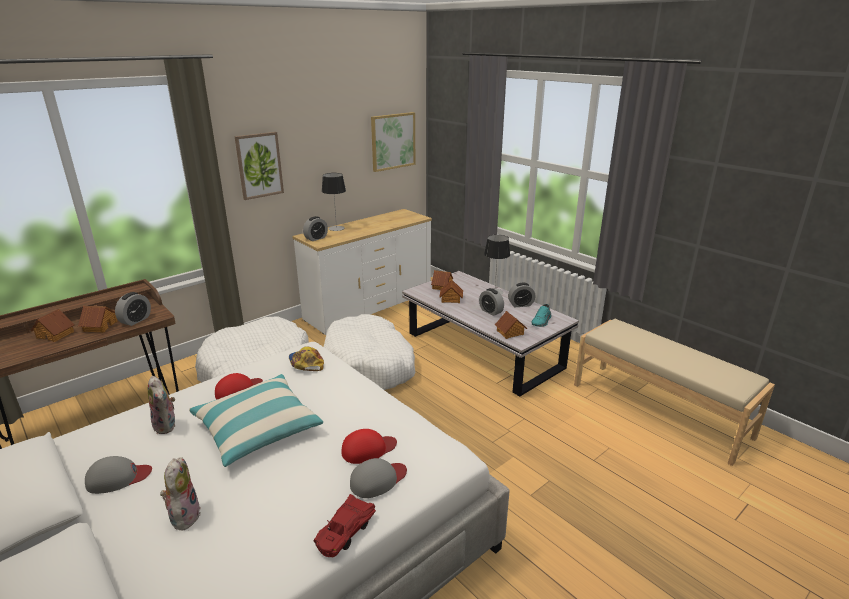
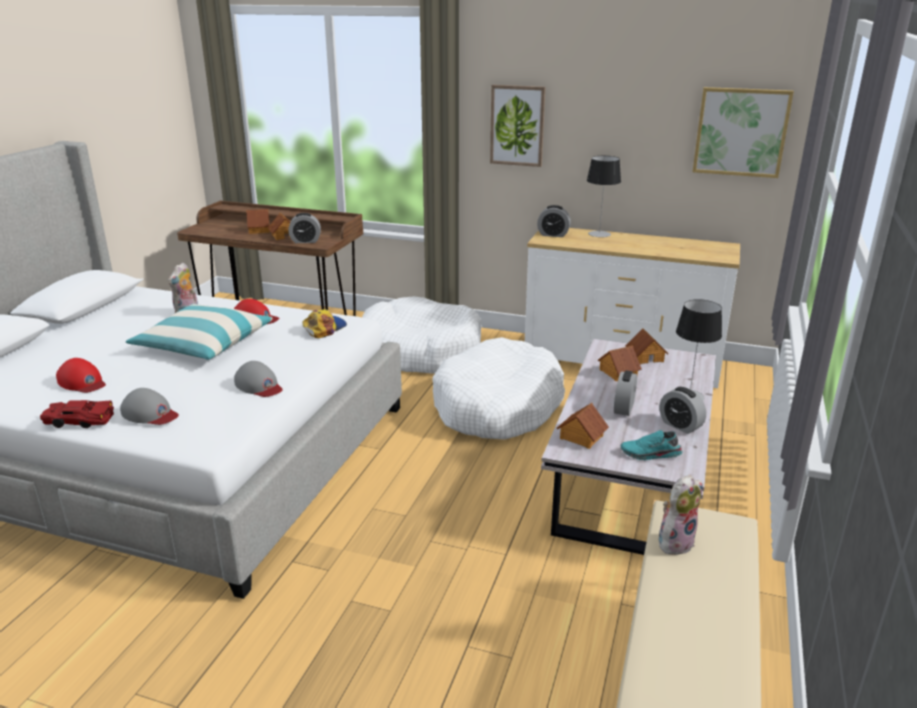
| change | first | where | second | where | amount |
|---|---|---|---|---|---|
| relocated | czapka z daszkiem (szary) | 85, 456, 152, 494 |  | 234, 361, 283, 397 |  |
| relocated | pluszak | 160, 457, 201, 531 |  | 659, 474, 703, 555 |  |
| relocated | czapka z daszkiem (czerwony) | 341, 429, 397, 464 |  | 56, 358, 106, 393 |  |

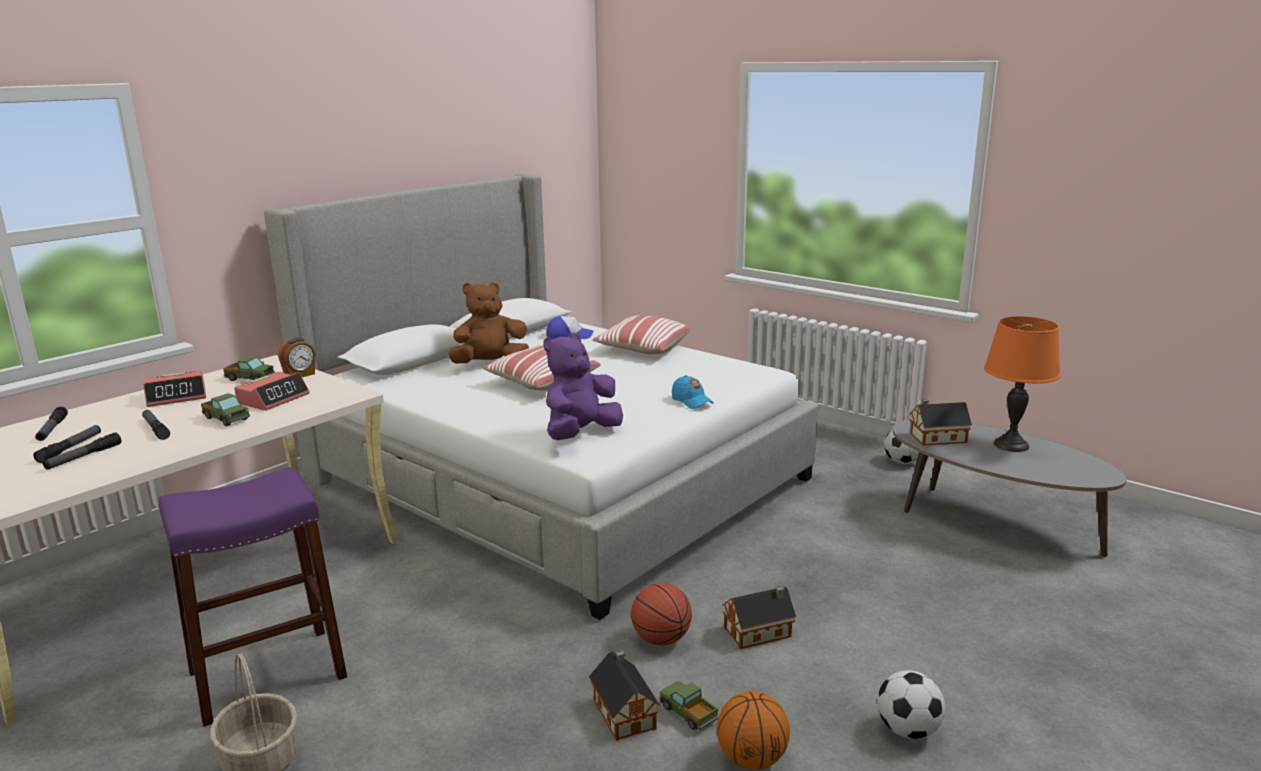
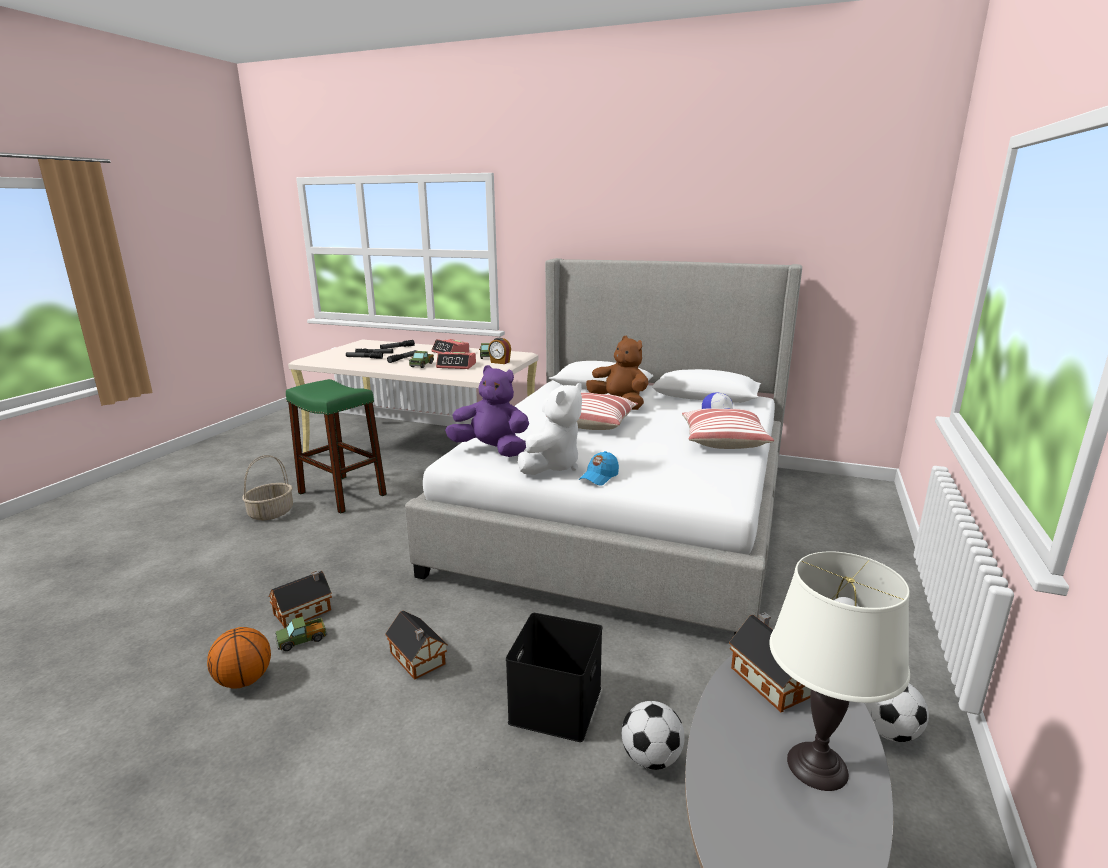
| change | first | where | second | where | amount |
|---|---|---|---|---|---|
| colour | stołek (fioletowy) | 159, 467, 347, 727 | stołek (zielony) | 286, 379, 387, 514 |  |
| missing | piłka do koszykówki | 631, 583, 692, 645 |  |  |  |
| spun | ciężarówka zabawkowa | 659, 681, 719, 731 |  | 275, 616, 328, 651 | 150 degrees counterclockwise |
| relocated | piłka futbolowa | 877, 670, 945, 739 |  | 622, 701, 685, 770 |  |
| colour | lampa stołowa (pomarańczowy) | 984, 316, 1061, 452 | lampa stołowa (biały) | 769, 551, 910, 791 |  |
| appeared |  |  | pojemnik do przechowywania (czarny) | 506, 613, 602, 742 |  |
| appeared |  |  | pluszak (biały) | 517, 383, 582, 475 |  |

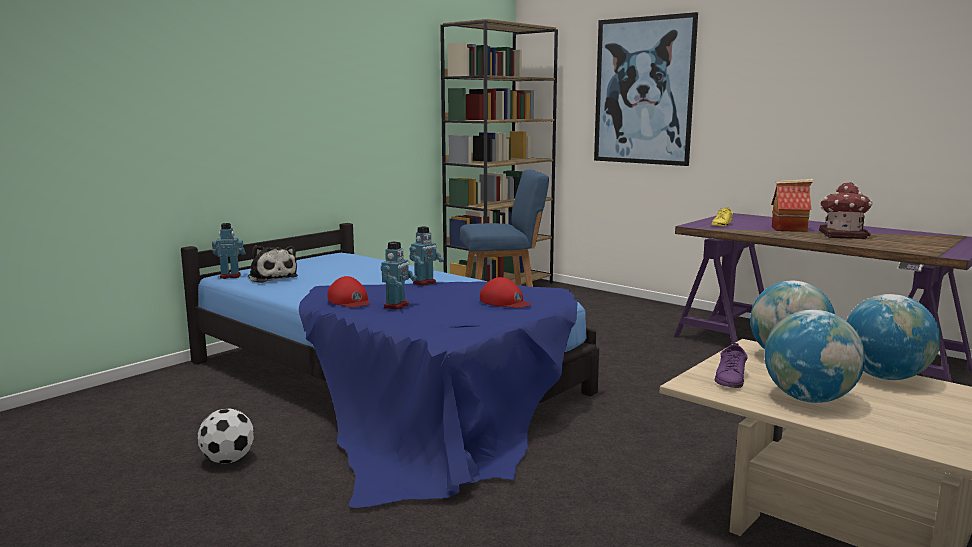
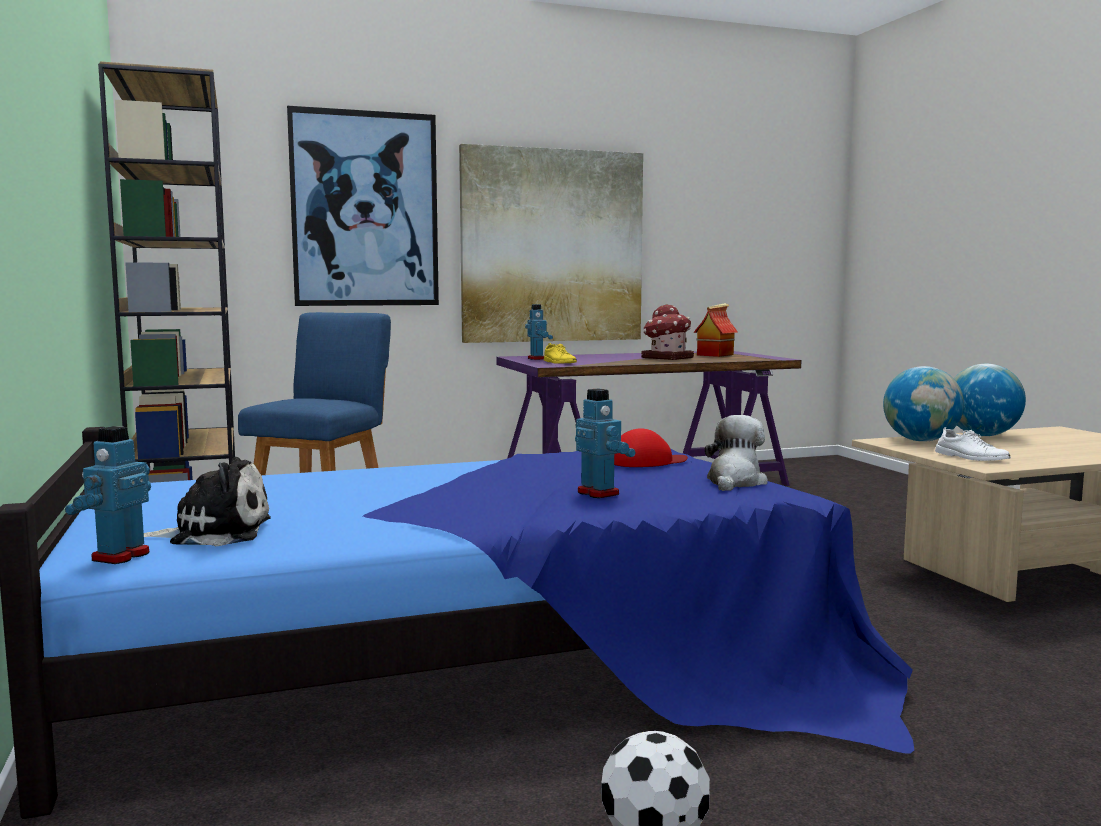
| change | first | where | second | where | amount |
|---|---|---|---|---|---|
| missing | czapka z daszkiem (czerwony) | 328, 276, 370, 308 |  |  |  |
| relocated | robot zabawkowy | 409, 226, 444, 286 |  | 525, 304, 553, 360 |  |
| colour | but (fioletowy) | 715, 343, 748, 388 | but (biały) | 935, 427, 1011, 461 |  |
| missing | globus | 764, 310, 865, 403 |  |  |  |
| relocated | domek | 771, 179, 813, 232 |  | 693, 303, 738, 357 |  |
| appeared |  |  | obraz | 459, 144, 643, 343 |  |
| appeared |  |  | pluszak | 705, 415, 768, 491 |  |

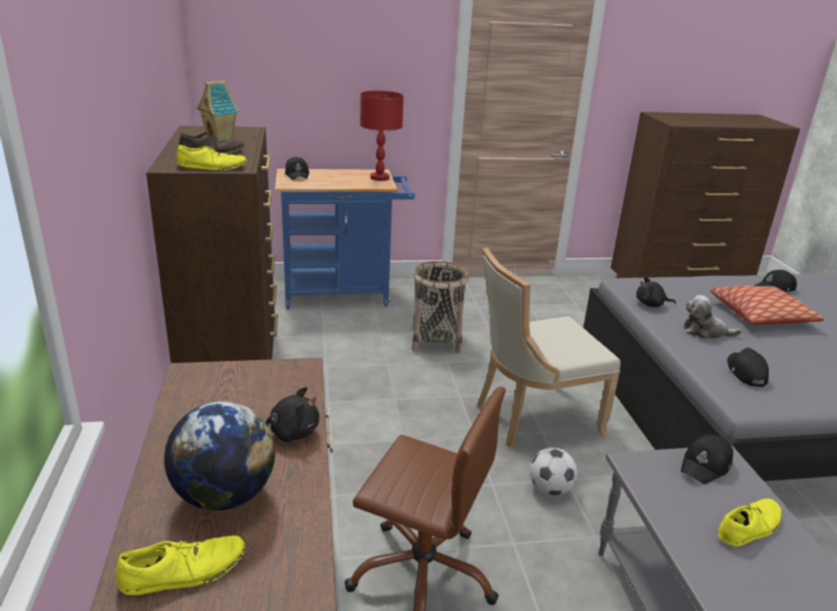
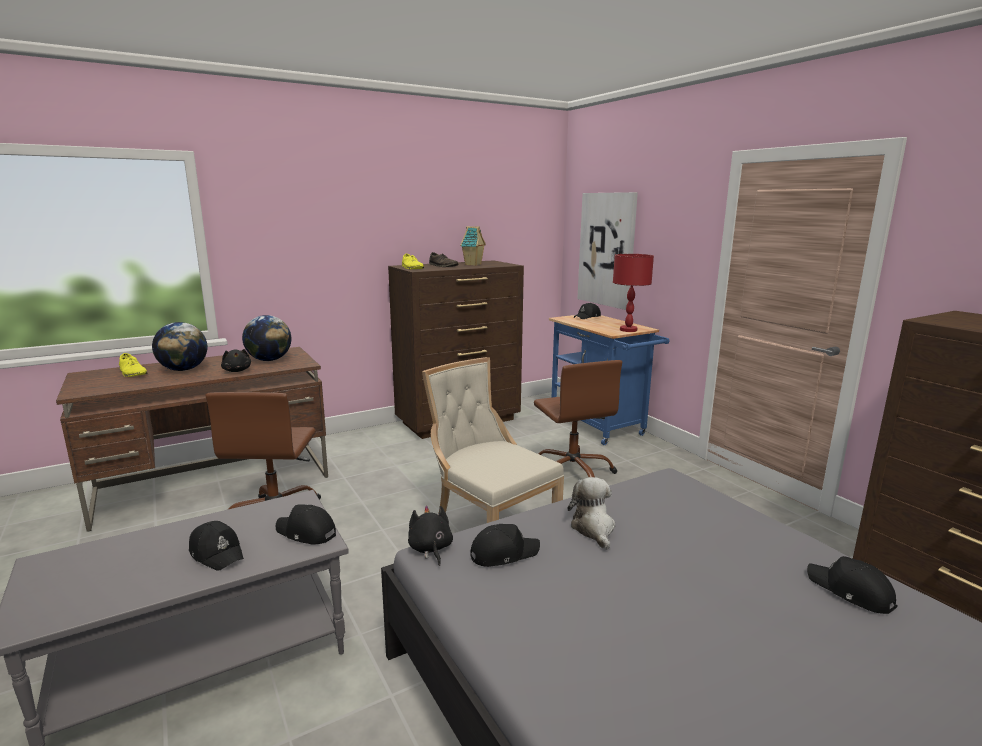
| change | first | where | second | where | amount |
|---|---|---|---|---|---|
| exchanged | koszyk | 412, 261, 469, 354 | krzesło biurowe (brązowy) | 534, 360, 622, 477 |  |
| missing | piłka futbolowa | 530, 447, 577, 496 |  |  |  |
| relocated | pluszak (czarny) | 636, 277, 676, 307 |  | 408, 506, 453, 566 |  |
| missing | poduszka | 710, 286, 824, 325 |  |  |  |
| exchanged | but (żółty) | 717, 499, 782, 546 | czapka z daszkiem (czarny) | 189, 521, 244, 571 |  |
| appeared |  |  | globus | 242, 315, 291, 361 |  |
| appeared |  |  | obraz | 577, 192, 638, 310 |  |

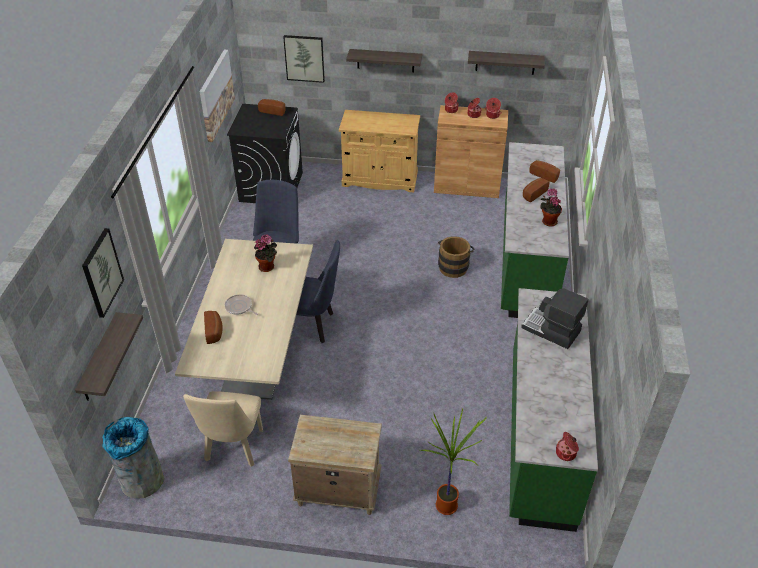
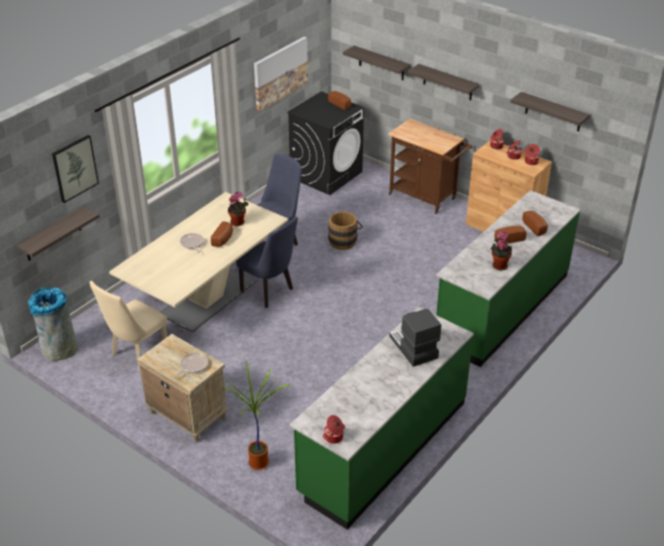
| change | first | where | second | where | amount |
|---|---|---|---|---|---|
| relocated | chleb | 204, 311, 223, 344 |  | 211, 221, 233, 247 |  |
| exchanged | obraz | 283, 35, 325, 83 | półka | 343, 46, 410, 80 |  |
| exchanged | szafka (beżowy) | 339, 110, 420, 192 | wózek (brązowy) | 388, 119, 472, 214 |  |
| relocated | wiadro (brązowy) | 438, 236, 475, 278 |  | 328, 211, 363, 250 |  |
| appeared |  |  | patelnia | 173, 353, 208, 377 |  |

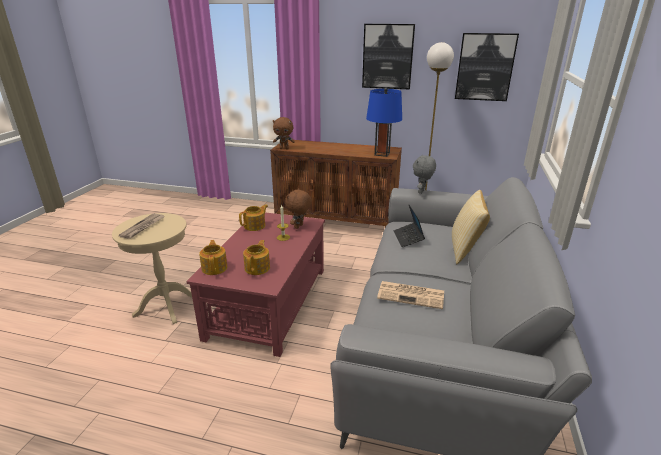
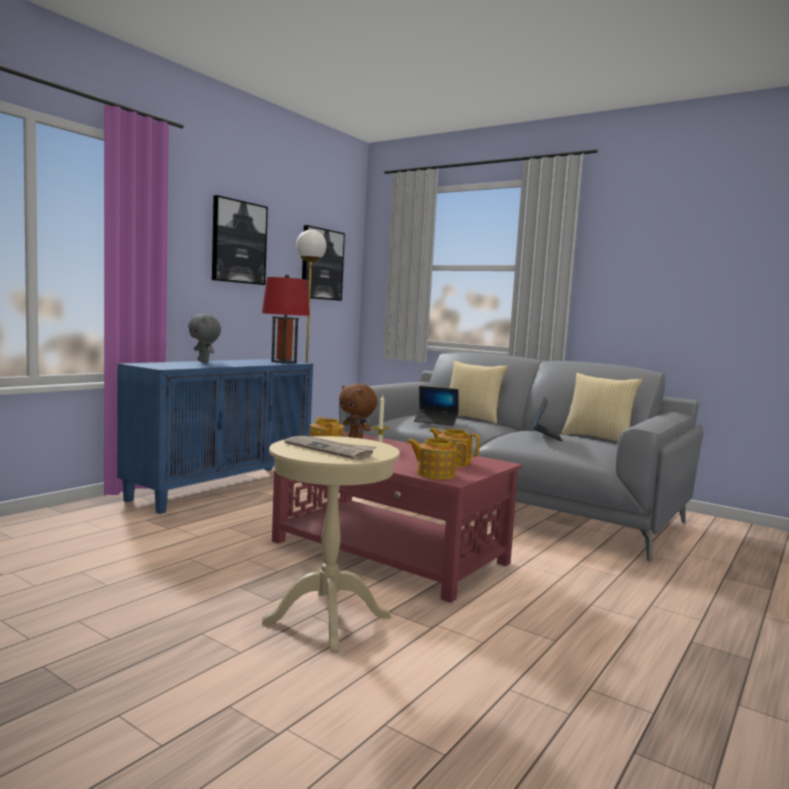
| change | first | where | second | where | amount |
|---|---|---|---|---|---|
| colour | szafka (brązowy) | 270, 139, 402, 227 | szafka (niebieski) | 117, 359, 313, 514 |  |
| missing | pluszak (brązowy) | 273, 117, 295, 149 |  |  |  |
| colour | lampa stołowa (niebieski) | 366, 88, 402, 157 | lampa stołowa (czerwony) | 262, 274, 310, 363 |  |
| exchanged | gazeta | 377, 281, 444, 309 | laptop | 532, 397, 562, 441 |  |
| relocated | pluszak (szary) | 413, 155, 436, 194 |  | 188, 314, 221, 362 |  |
| appeared |  |  | poduszka | 562, 373, 643, 442 |  |

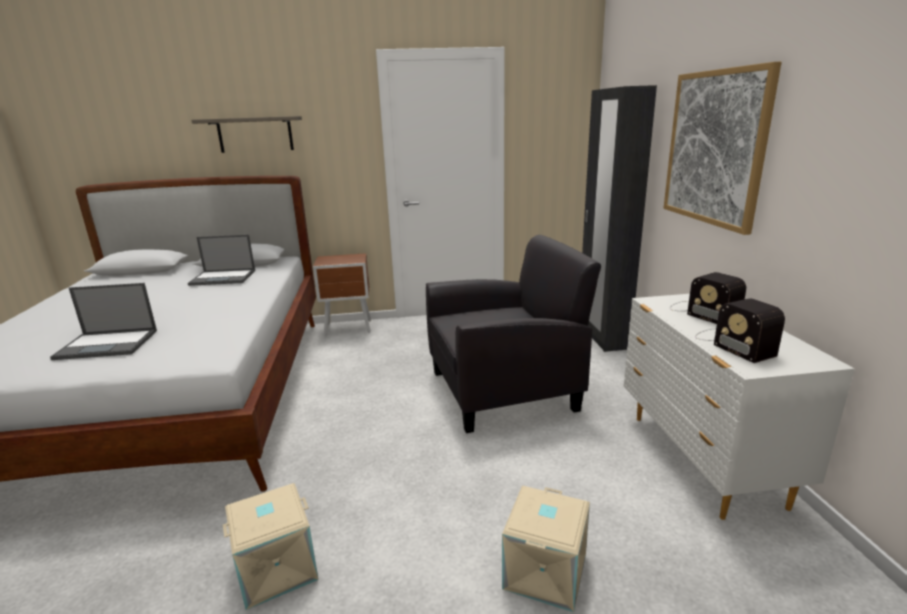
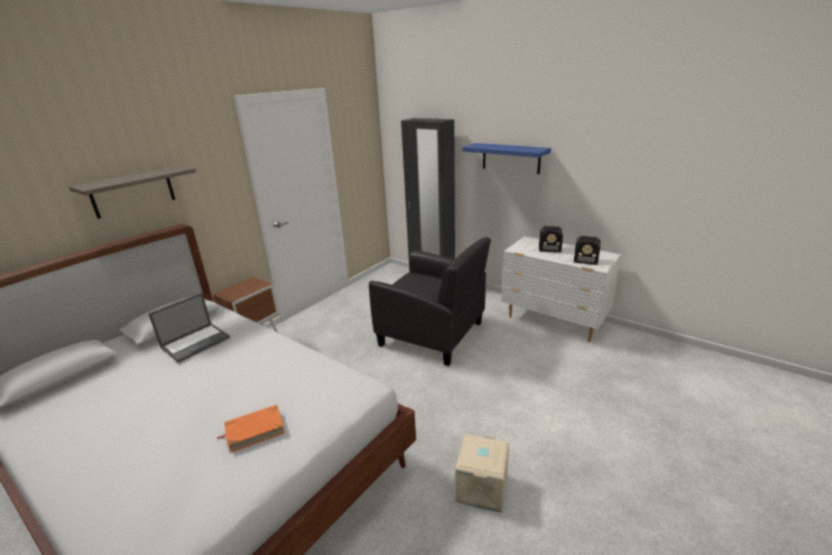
| change | first | where | second | where | amount |
|---|---|---|---|---|---|
| exchanged | laptop | 50, 283, 157, 360 | książka (pomarańczowy) | 217, 405, 285, 453 |  |
| spun | fotel (czarny) | 426, 235, 601, 433 |  | 369, 237, 491, 366 | 90 degrees clockwise |
| missing | pojemnik do przechowywania (beżowy) | 502, 486, 590, 612 |  |  |  |
| exchanged | obraz | 664, 62, 782, 235 | półka (niebieski) | 462, 143, 551, 174 |  |

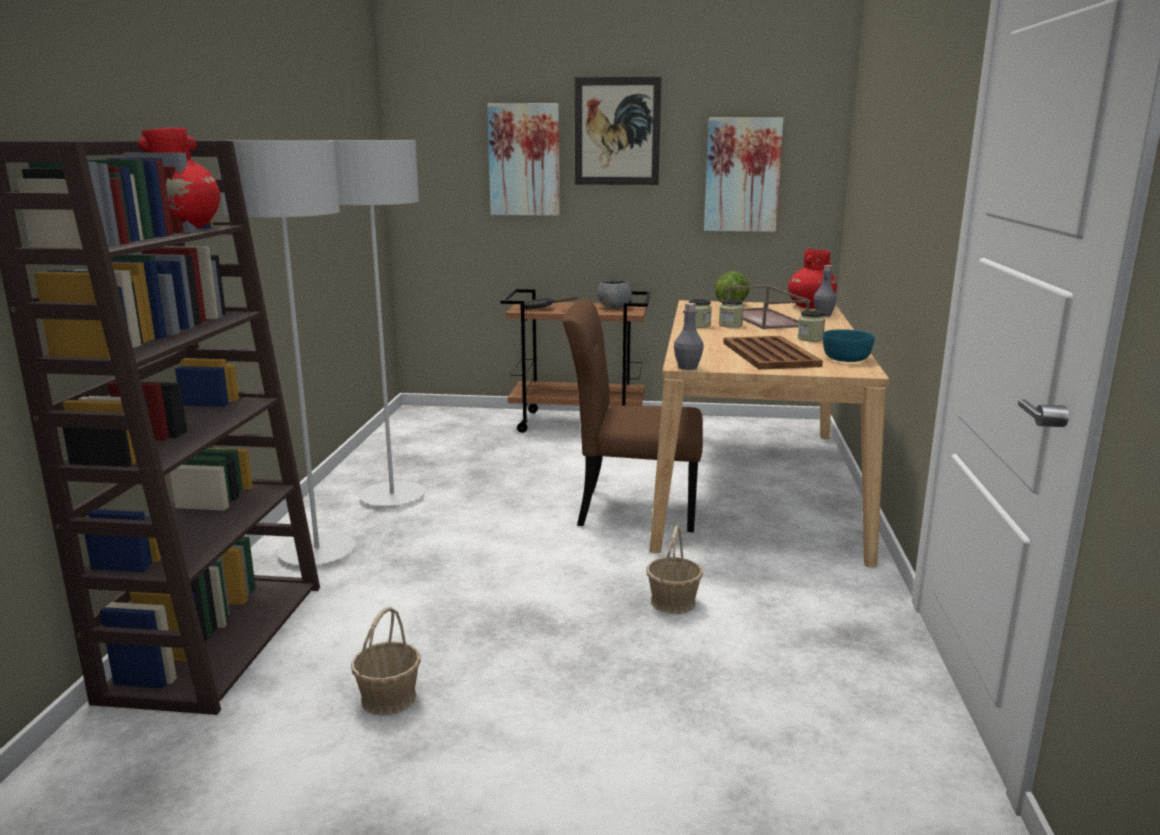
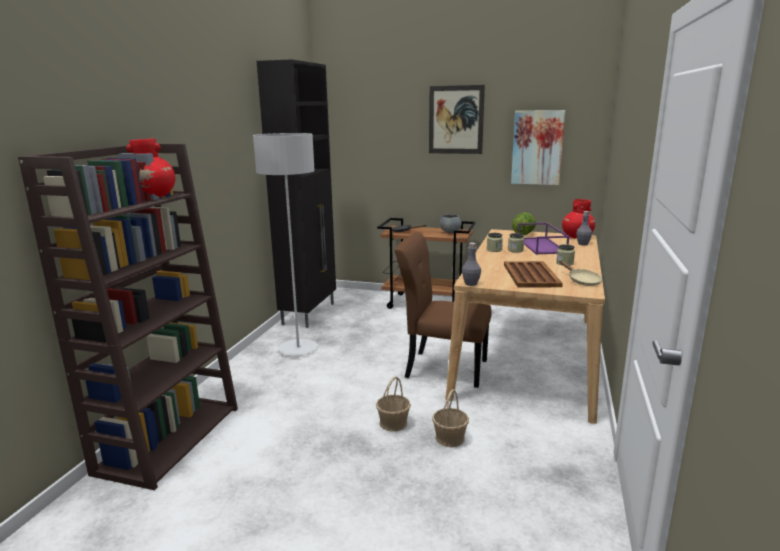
| change | first | where | second | where | amount |
|---|---|---|---|---|---|
| missing | lampa stojąca (szary) | 217, 141, 355, 565 |  |  |  |
| relocated | koszyk | 351, 607, 421, 716 |  | 376, 376, 411, 432 |  |
| missing | obraz | 487, 103, 560, 216 |  |  |  |
| colour | taca (brązowy) | 727, 285, 810, 329 | taca (fioletowy) | 518, 223, 569, 255 |  |
| exchanged | miska (turkusowy) | 823, 329, 875, 362 | patelnia (beżowy) | 559, 260, 602, 286 |  |
| appeared |  |  | szafka (czarny) | 257, 59, 336, 328 |  |

